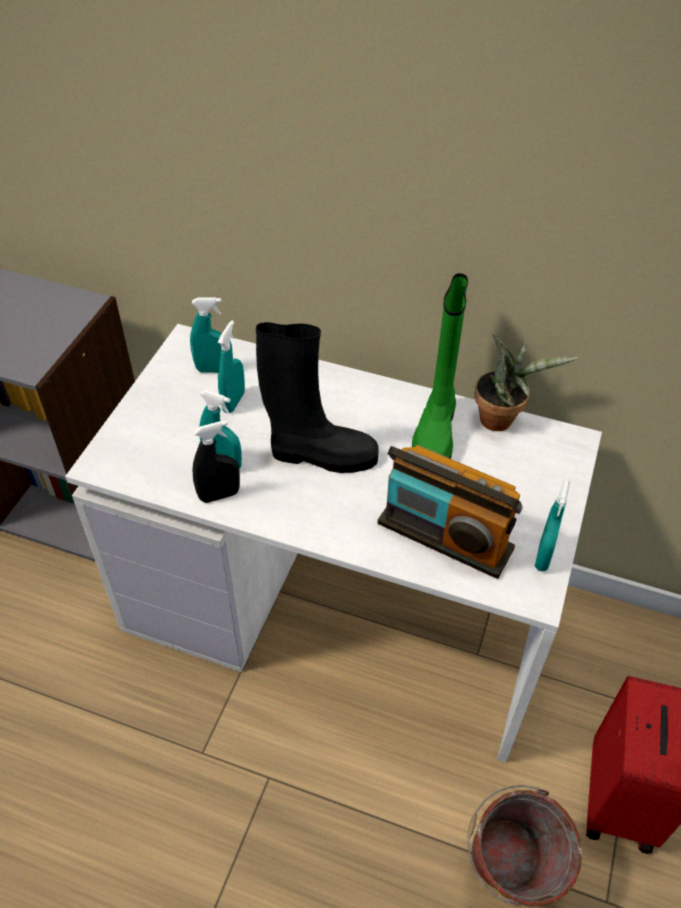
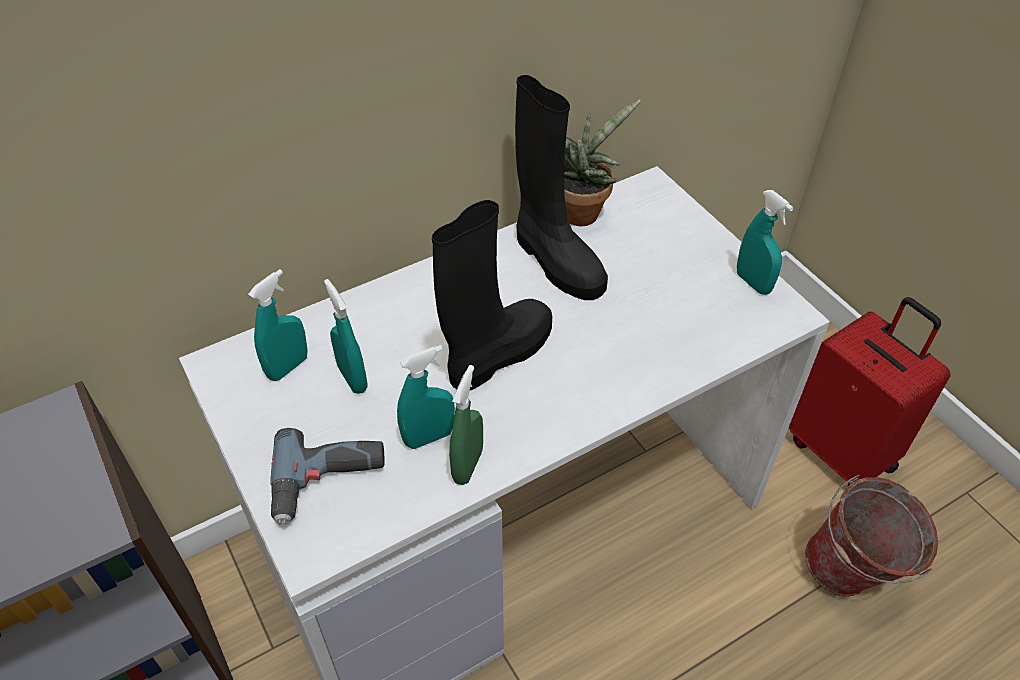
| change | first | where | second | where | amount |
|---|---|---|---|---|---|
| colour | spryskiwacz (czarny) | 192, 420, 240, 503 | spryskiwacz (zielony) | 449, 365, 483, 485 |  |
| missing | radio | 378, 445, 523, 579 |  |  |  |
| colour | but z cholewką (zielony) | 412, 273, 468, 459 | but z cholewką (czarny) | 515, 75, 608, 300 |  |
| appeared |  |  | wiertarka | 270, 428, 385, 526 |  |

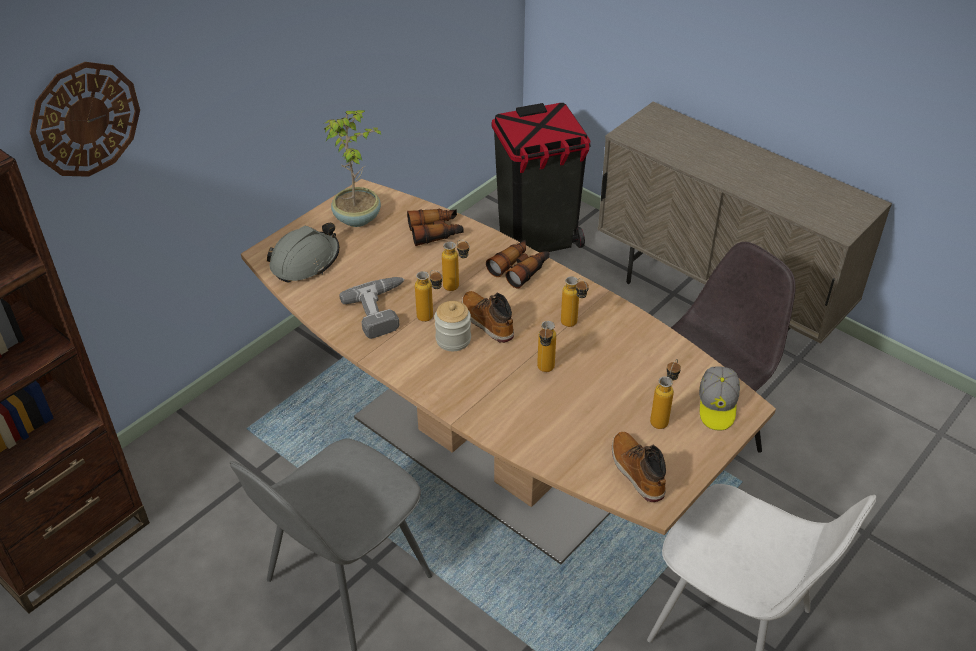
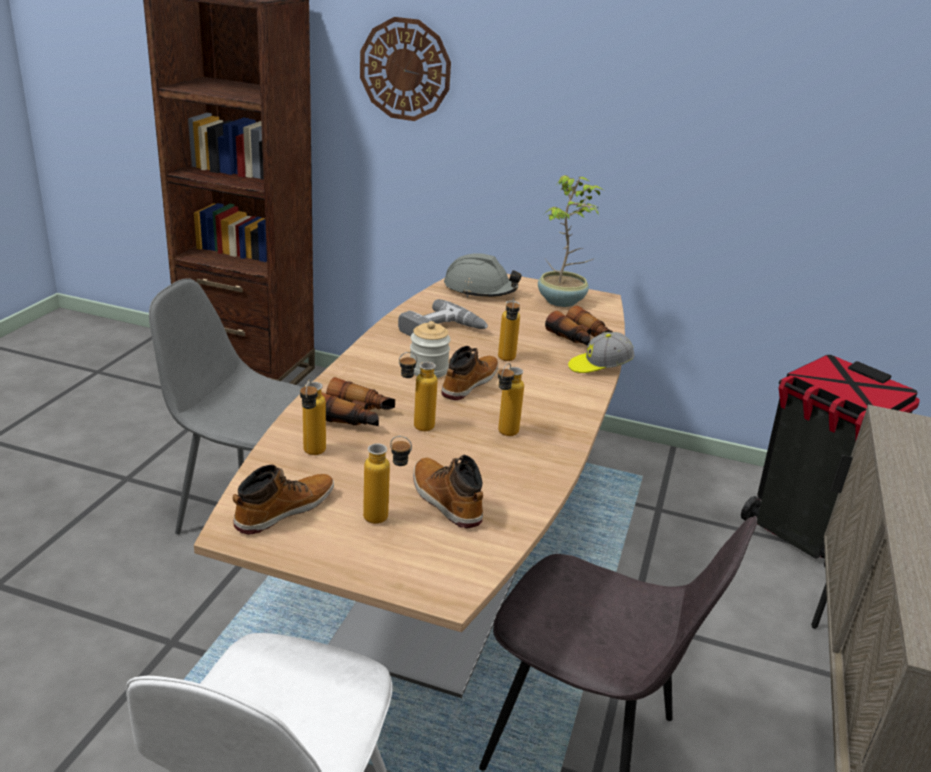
| change | first | where | second | where | amount |
|---|---|---|---|---|---|
| relocated | butelka | 415, 270, 443, 322 |  | 300, 379, 326, 455 |  |
| relocated | lornetka | 486, 240, 549, 289 |  | 321, 377, 395, 426 |  |
| relocated | czapka z daszkiem | 699, 366, 740, 430 |  | 568, 332, 634, 373 |  |
| appeared |  |  | but z cholewką | 413, 454, 483, 528 |  |

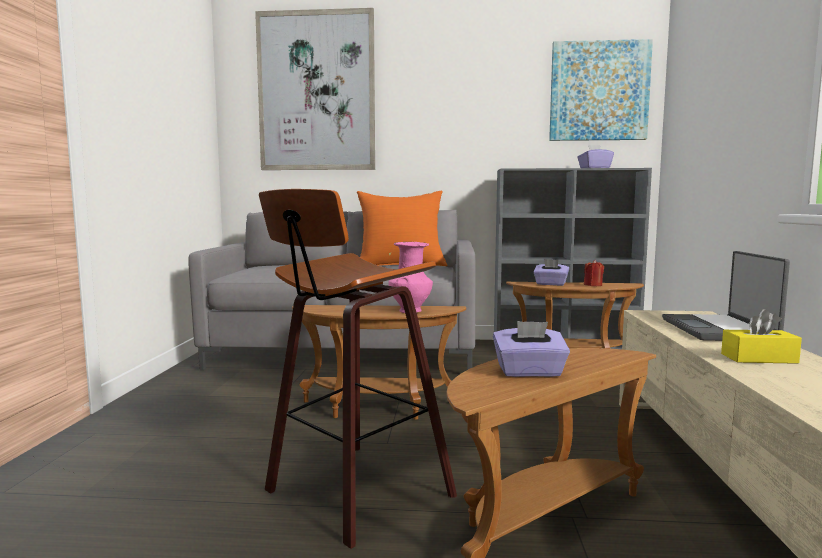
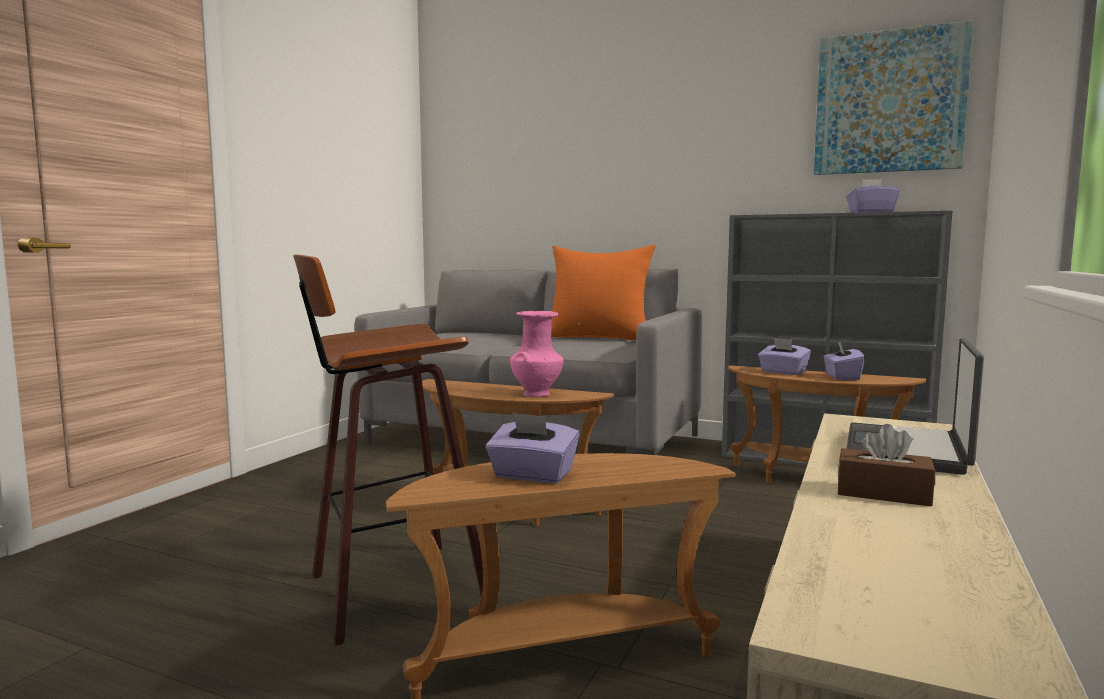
| change | first | where | second | where | amount |
|---|---|---|---|---|---|
| missing | obraz | 255, 8, 375, 170 |  |  |  |
| exchanged | świeca (czerwony) | 584, 260, 604, 286 | pudełko chusteczek (fioletowy) | 824, 340, 865, 380 |  |
| colour | pudełko chusteczek (żółty) | 721, 309, 802, 364 | pudełko chusteczek (brązowy) | 838, 424, 935, 506 |  |

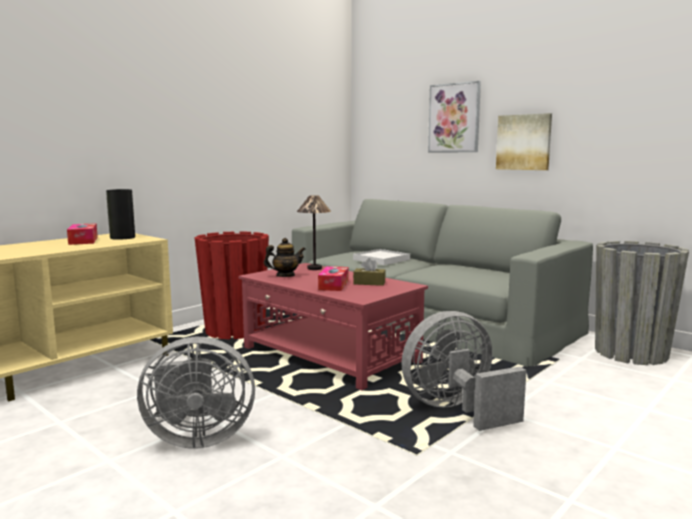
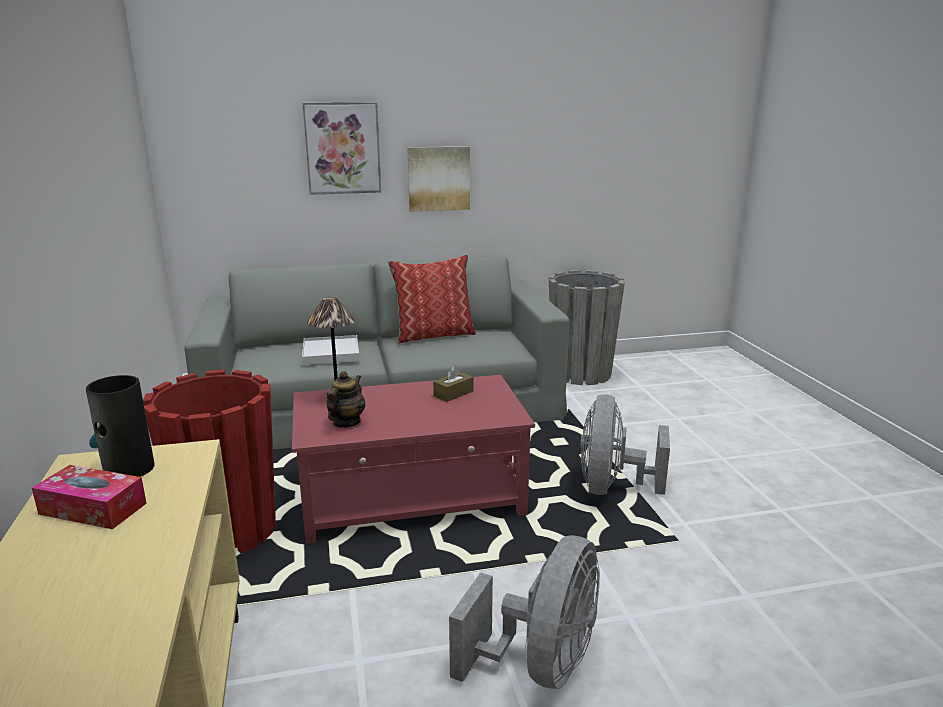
| change | first | where | second | where | amount |
|---|---|---|---|---|---|
| missing | pudełko chusteczek | 318, 266, 349, 291 |  |  |  |
| appeared |  |  | poduszka | 388, 254, 476, 344 |  |

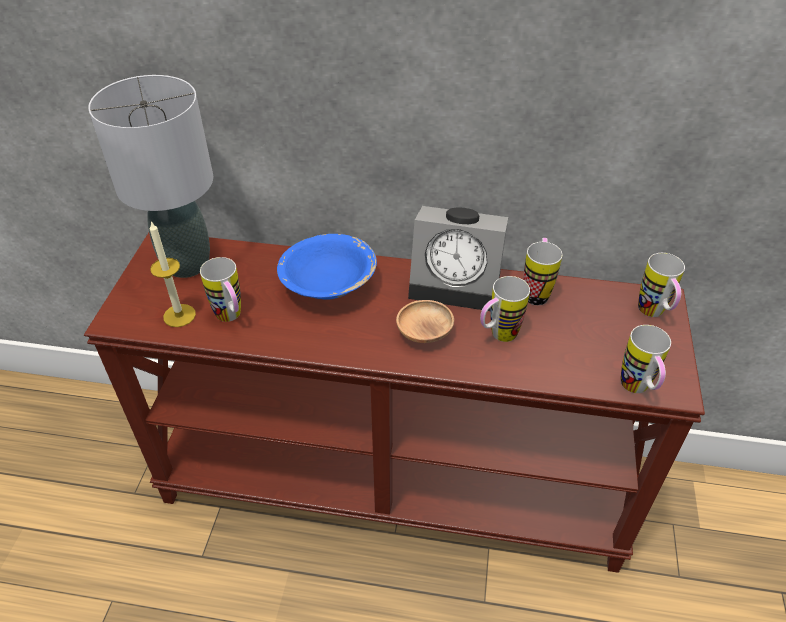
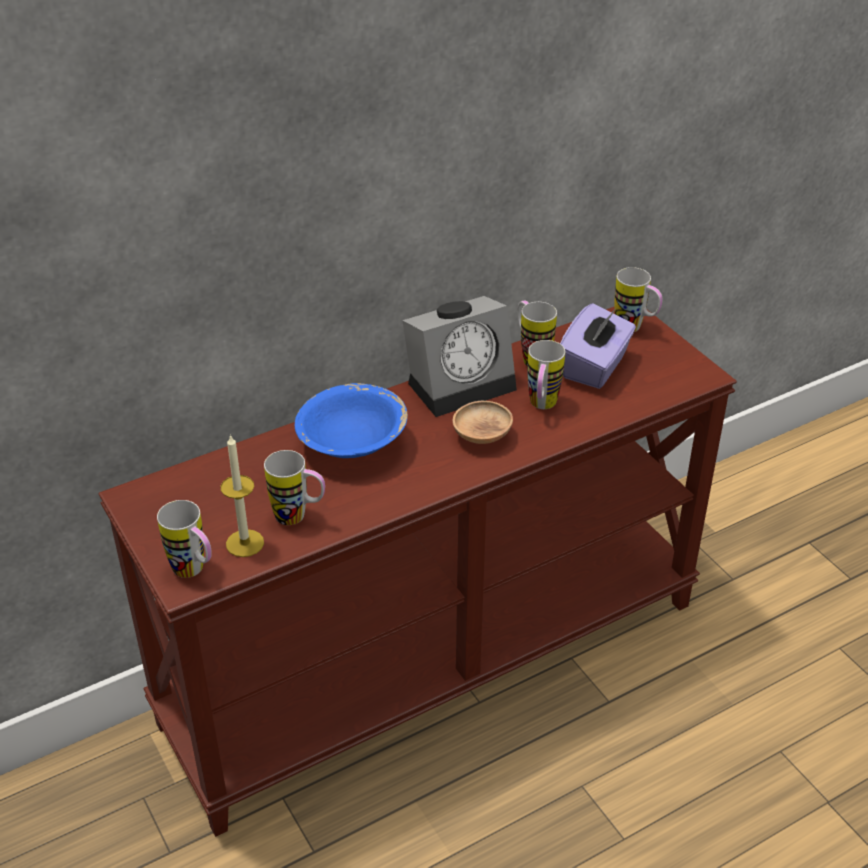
| change | first | where | second | where | amount |
|---|---|---|---|---|---|
| missing | lampa stołowa (szary) | 88, 75, 213, 278 |  |  |  |
| relocated | kubek | 621, 325, 671, 393 |  | 157, 500, 212, 578 |  |
| appeared |  |  | pudełko chusteczek (fioletowy) | 560, 303, 636, 389 |  |

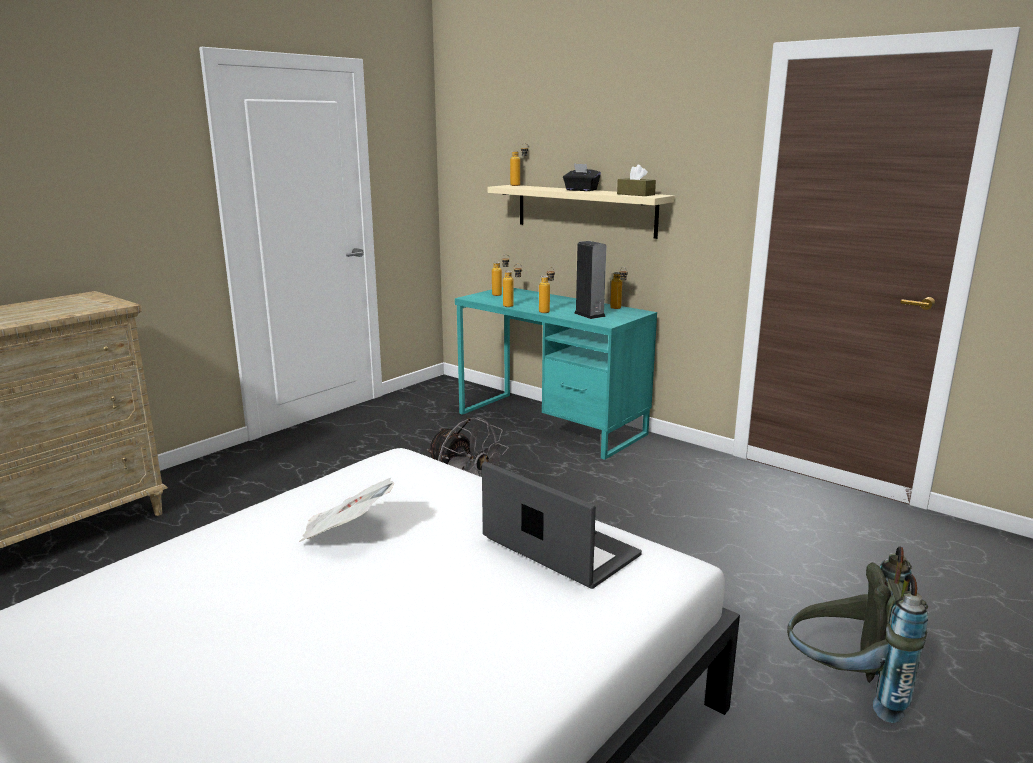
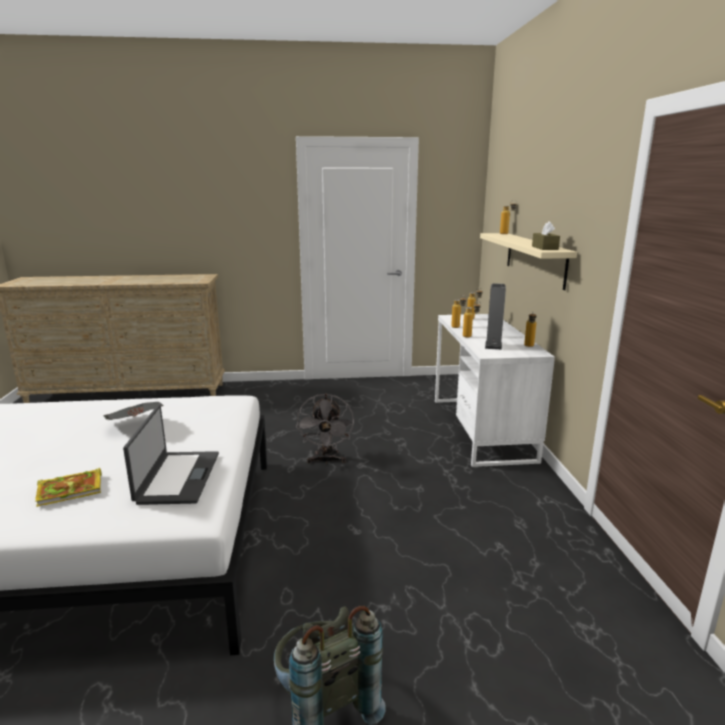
| change | first | where | second | where | amount |
|---|---|---|---|---|---|
| colour | biurko (turkusowy) | 455, 287, 657, 460 | biurko (biały) | 435, 314, 555, 467 |  |
| missing | pudełko chusteczek (czarny) | 563, 163, 601, 191 |  |  |  |
| appeared |  |  | książka | 35, 468, 101, 507 |  |

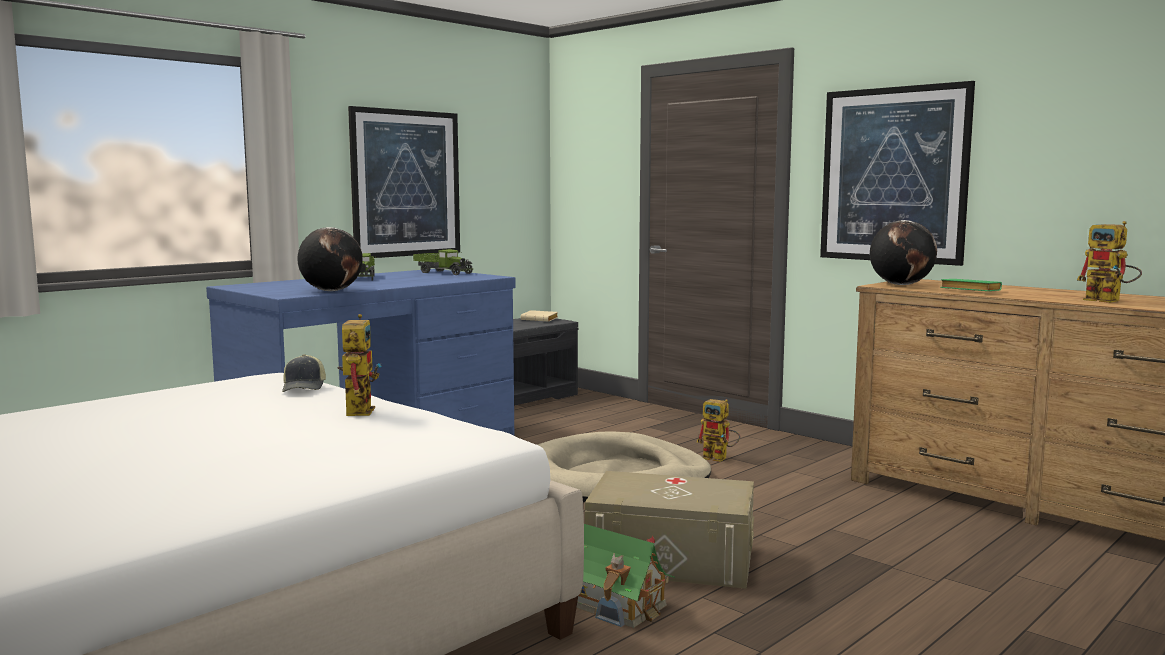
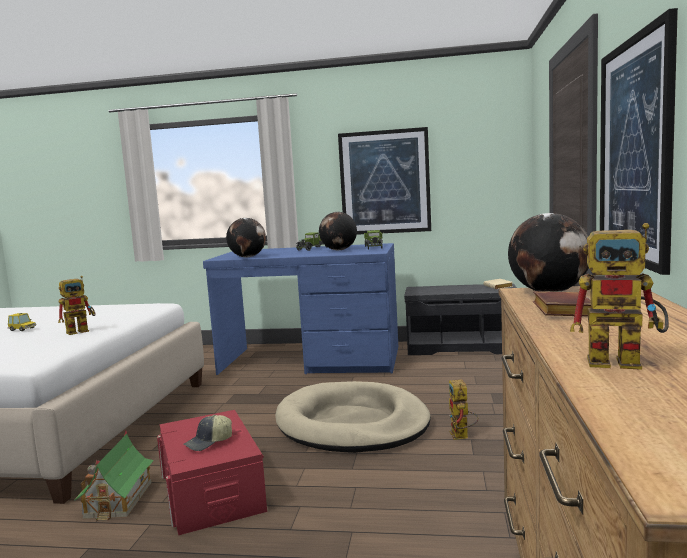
| change | first | where | second | where | amount |
|---|---|---|---|---|---|
| relocated | czapka z daszkiem | 282, 354, 326, 392 |  | 183, 415, 232, 451 |  |
| colour | pojemnik do przechowywania (beżowy) | 585, 471, 754, 589 | pojemnik do przechowywania (czerwony) | 157, 410, 267, 535 |  |
| colour | książka (zielony) | 940, 279, 1002, 291 | książka (brązowy) | 533, 291, 592, 317 |  |
| spun | robot zabawkowy | 1077, 221, 1142, 303 |  | 570, 223, 669, 370 | 90 degrees counterclockwise |
| appeared |  |  | samochodzik | 8, 313, 36, 331 |  |
| appeared |  |  | globus | 319, 212, 357, 250 |  |

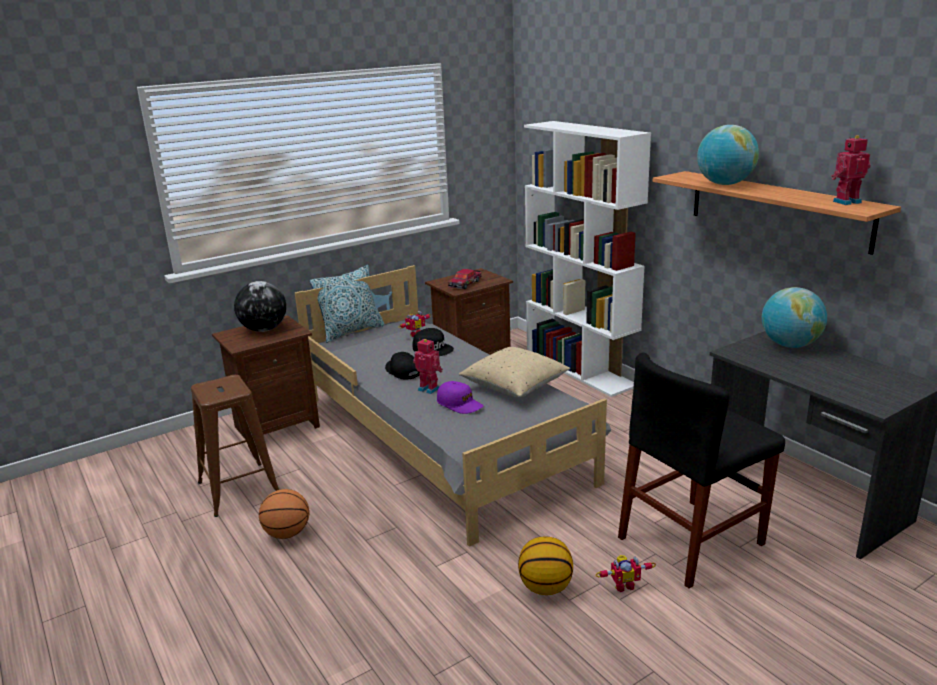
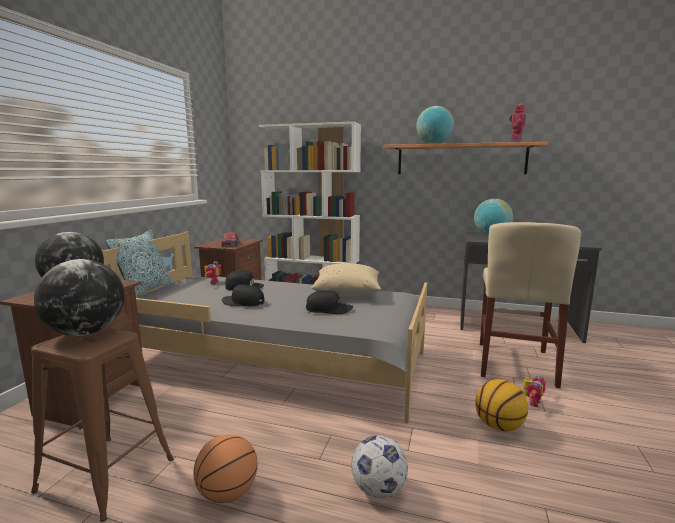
| change | first | where | second | where | amount |
|---|---|---|---|---|---|
| missing | robot zabawkowy | 413, 339, 443, 394 |  |  |  |
| colour | czapka z daszkiem (fioletowy) | 437, 381, 483, 414 | czapka z daszkiem (czarny) | 306, 290, 353, 314 |  |
| colour | krzesło (czarny) | 618, 352, 785, 589 | krzesło (beżowy) | 480, 222, 581, 388 |  |
| appeared |  |  | globus | 34, 259, 125, 336 |  |
| appeared |  |  | piłka futbolowa | 351, 435, 408, 498 |  |

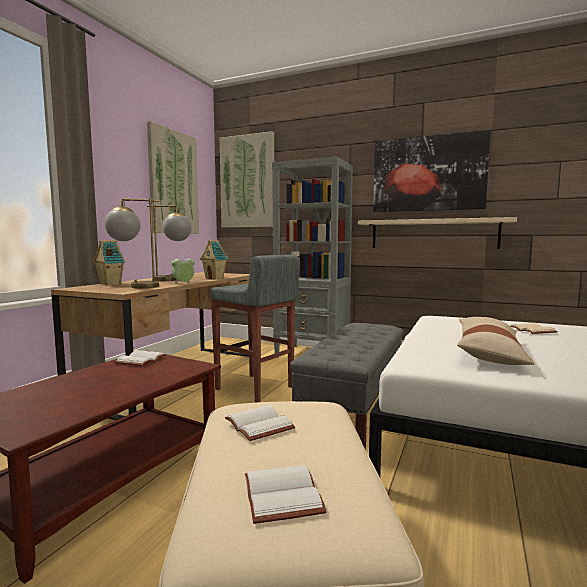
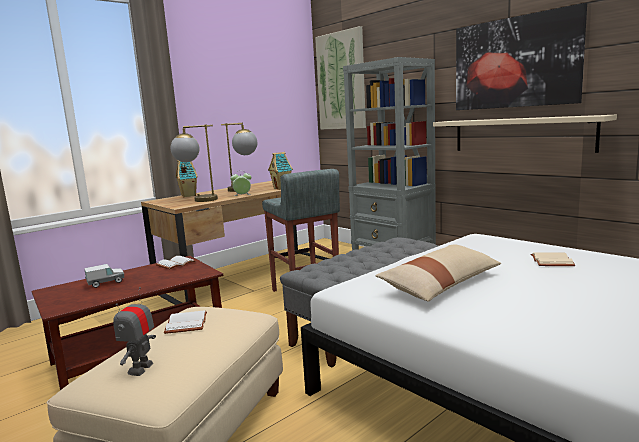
| change | first | where | second | where | amount |
|---|---|---|---|---|---|
| missing | obraz | 147, 121, 199, 234 |  |  |  |
| exchanged | książka (biały) | 245, 465, 327, 524 | robot zabawkowy | 113, 287, 156, 376 |  |
| appeared |  |  | ciężarówka zabawkowa | 84, 264, 124, 288 |  |

